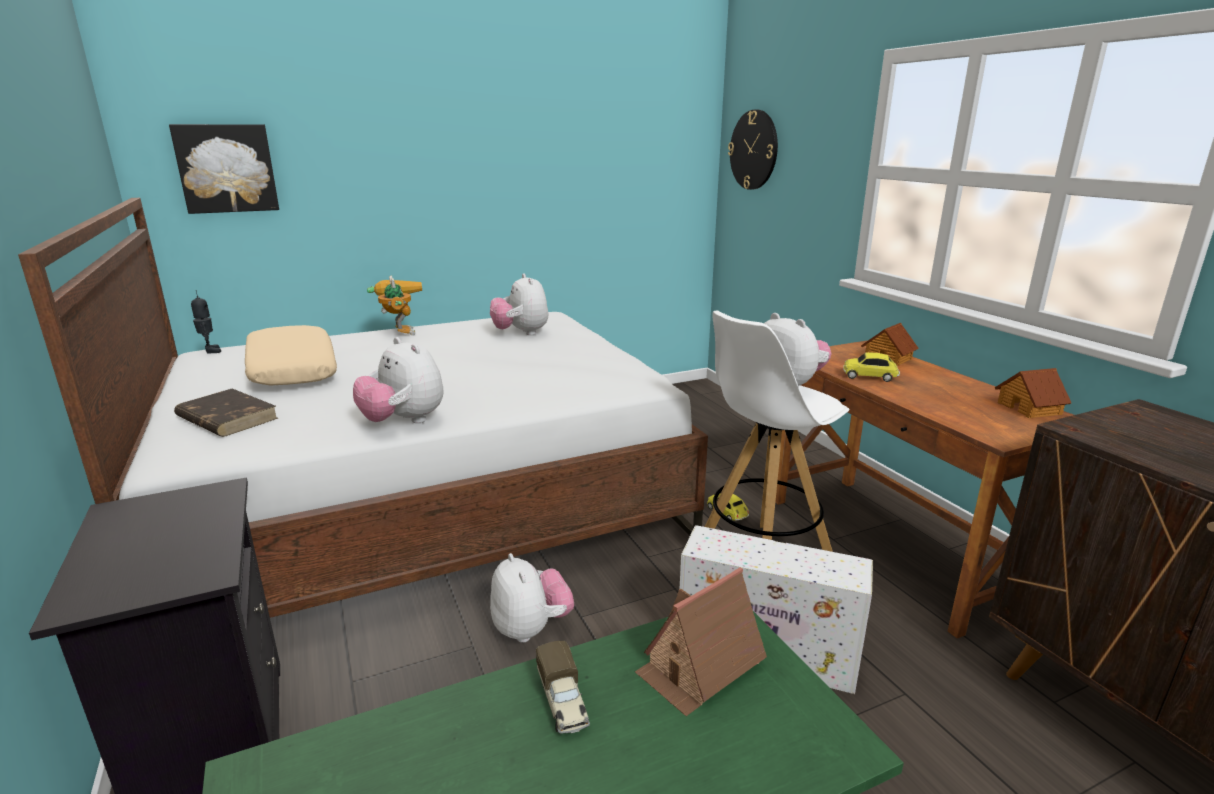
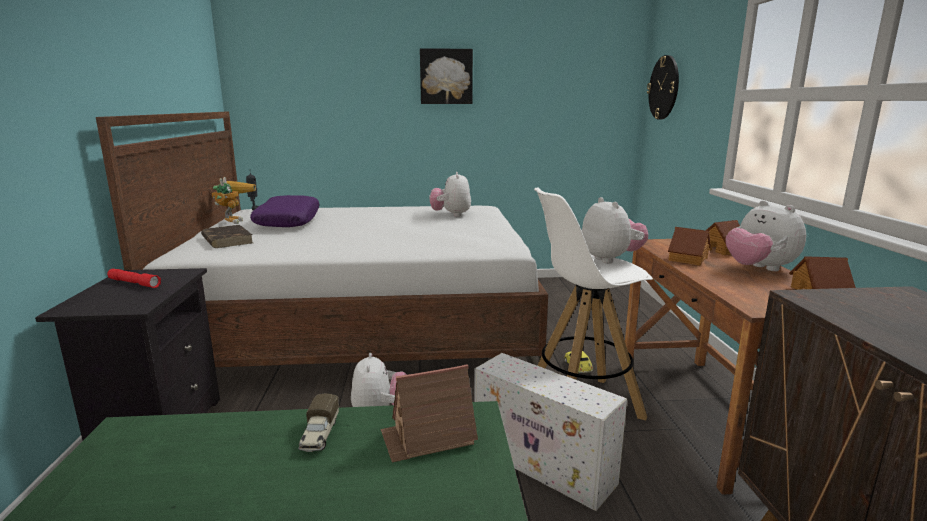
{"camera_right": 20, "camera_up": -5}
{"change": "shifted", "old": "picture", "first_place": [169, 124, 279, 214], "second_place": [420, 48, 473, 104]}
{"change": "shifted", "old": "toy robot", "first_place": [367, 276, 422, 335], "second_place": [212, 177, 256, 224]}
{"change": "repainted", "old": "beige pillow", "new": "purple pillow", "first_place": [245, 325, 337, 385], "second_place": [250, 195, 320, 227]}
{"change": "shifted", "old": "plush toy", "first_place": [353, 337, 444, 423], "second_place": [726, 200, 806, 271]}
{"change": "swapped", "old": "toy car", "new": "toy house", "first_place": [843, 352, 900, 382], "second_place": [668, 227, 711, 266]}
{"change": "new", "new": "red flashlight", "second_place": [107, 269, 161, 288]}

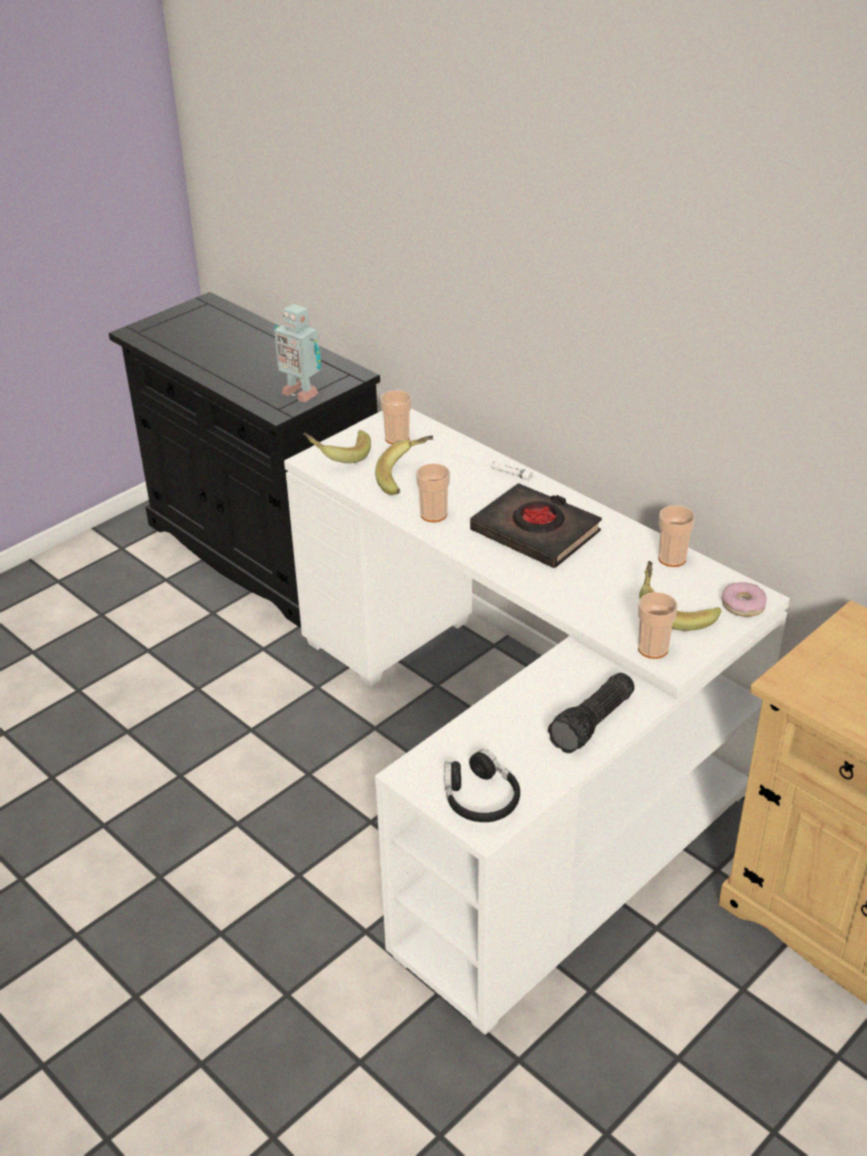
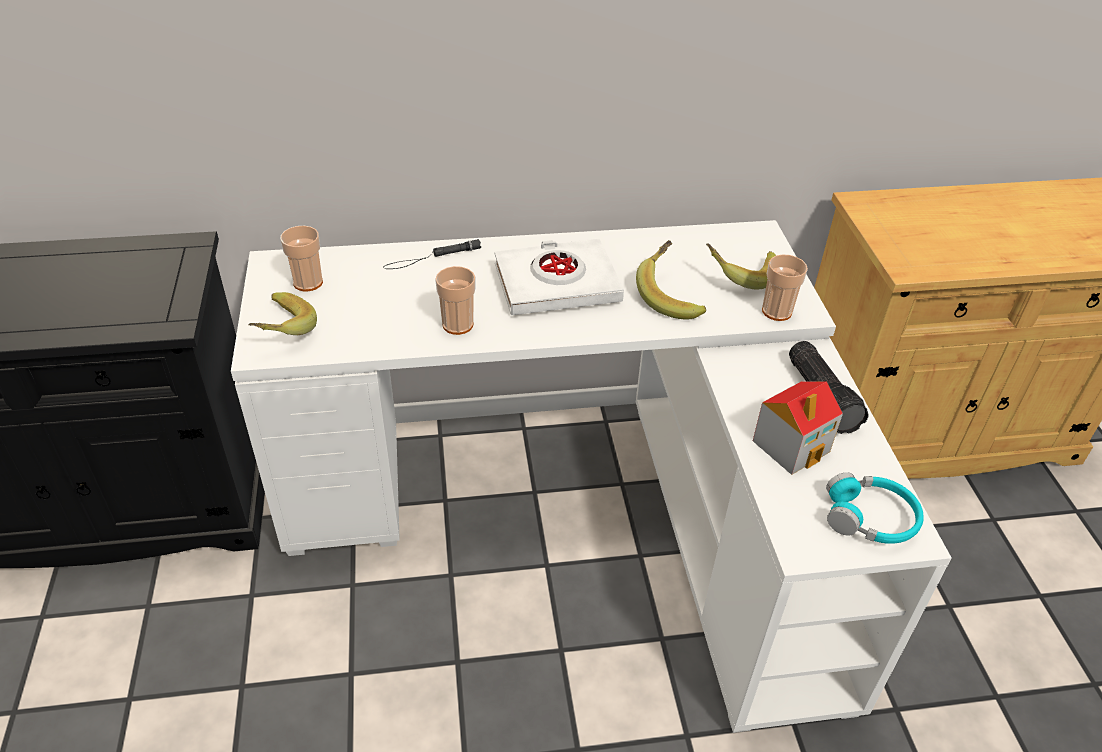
{"camera_right": -55, "camera_up": 5}
{"change": "gone", "old": "toy robot", "first_place": [274, 304, 321, 402]}
{"change": "shifted", "old": "banana", "first_place": [375, 436, 433, 495], "second_place": [636, 240, 706, 319]}
{"change": "repainted", "old": "white flashlight", "new": "black flashlight", "first_place": [451, 455, 533, 481], "second_place": [383, 239, 481, 269]}
{"change": "repainted", "old": "black book", "new": "white book", "first_place": [470, 483, 602, 568], "second_place": [495, 238, 624, 315]}
{"change": "gone", "old": "cup", "first_place": [658, 505, 695, 567]}
{"change": "gone", "old": "donut", "first_place": [722, 582, 767, 617]}
{"change": "repainted", "old": "black headphones", "new": "turquoise headphones", "first_place": [444, 749, 520, 822], "second_place": [826, 472, 924, 544]}
{"change": "new", "new": "toy house", "second_place": [753, 381, 843, 475]}

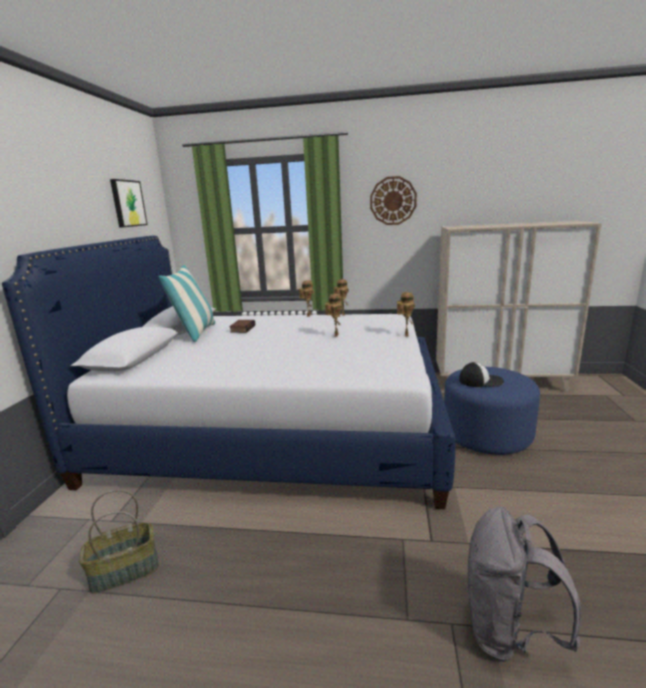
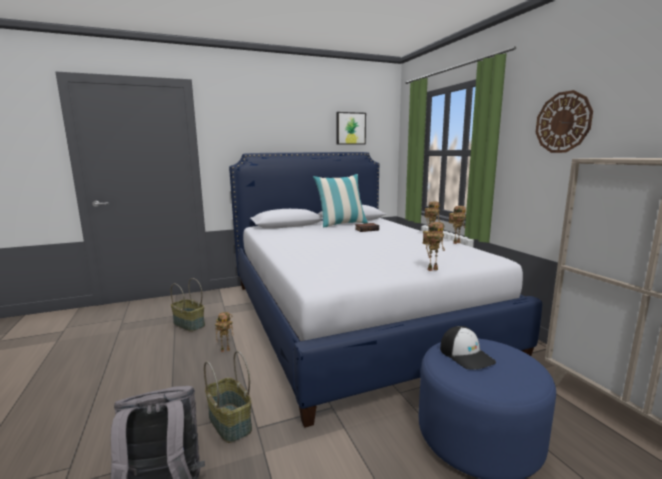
{"camera_right": 60, "camera_up": -5}
{"change": "shifted", "old": "toy robot", "first_place": [325, 294, 343, 337], "second_place": [215, 312, 234, 352]}
{"change": "new", "new": "basket", "second_place": [204, 351, 252, 443]}

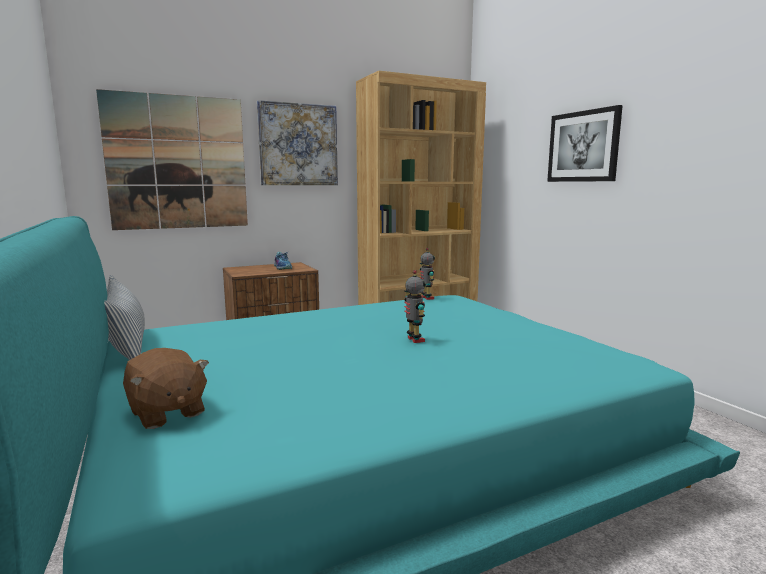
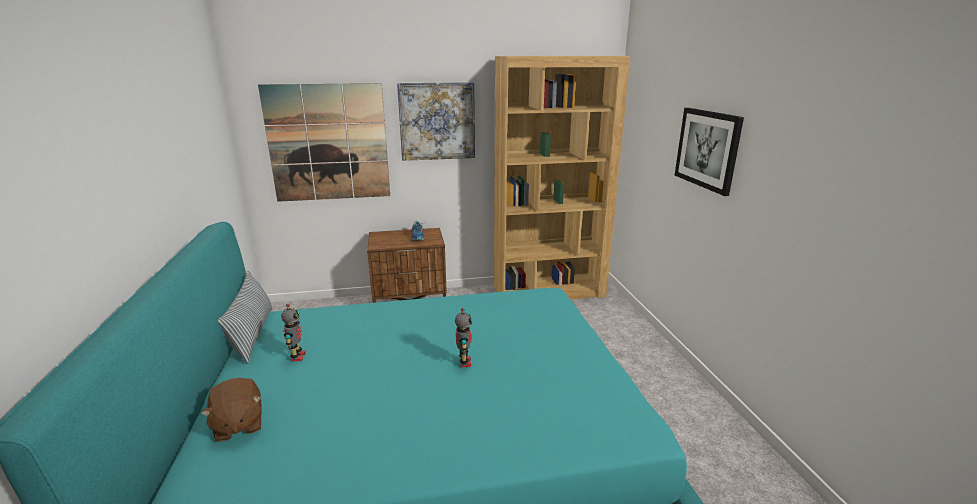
{"camera_right": 15, "camera_up": 10}
{"change": "shifted", "old": "toy robot", "first_place": [420, 248, 435, 300], "second_place": [281, 304, 306, 361]}

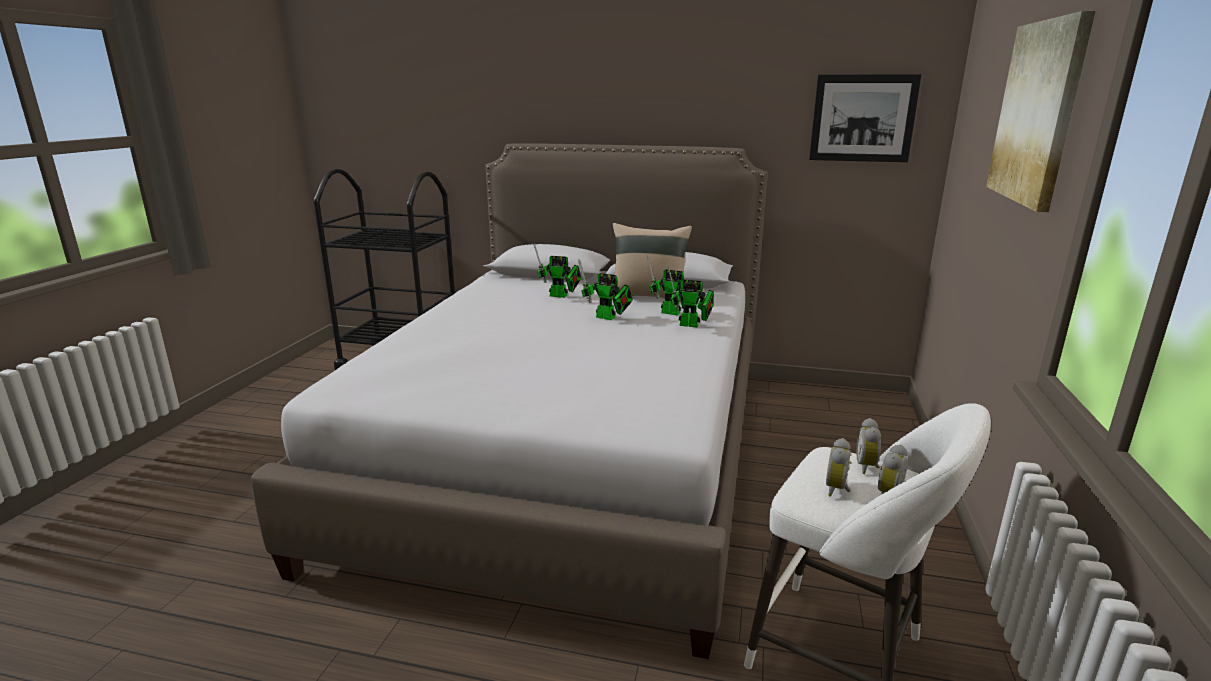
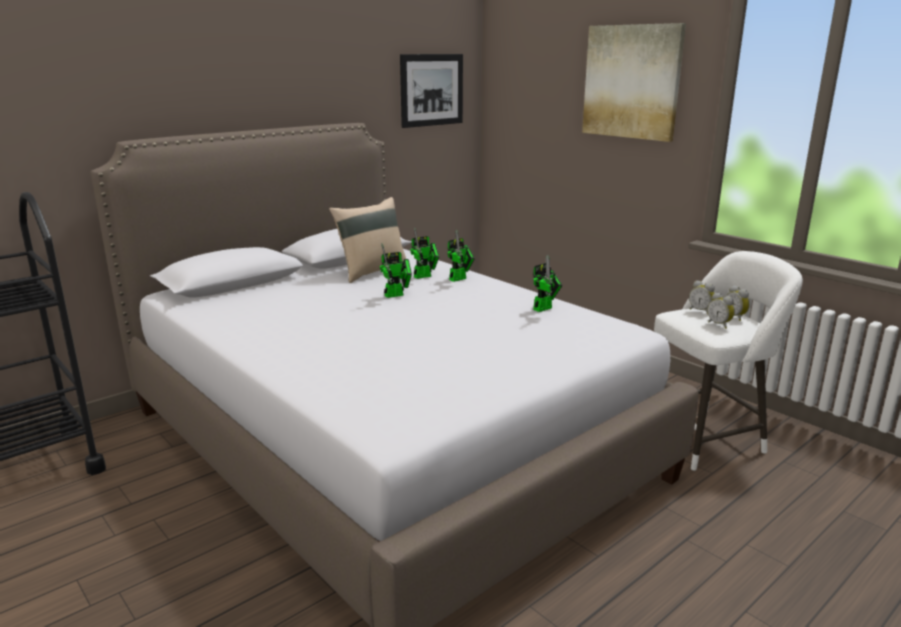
{"camera_right": -55, "camera_up": 0}
{"change": "shifted", "old": "toy robot", "first_place": [534, 244, 581, 298], "second_place": [533, 255, 562, 312]}

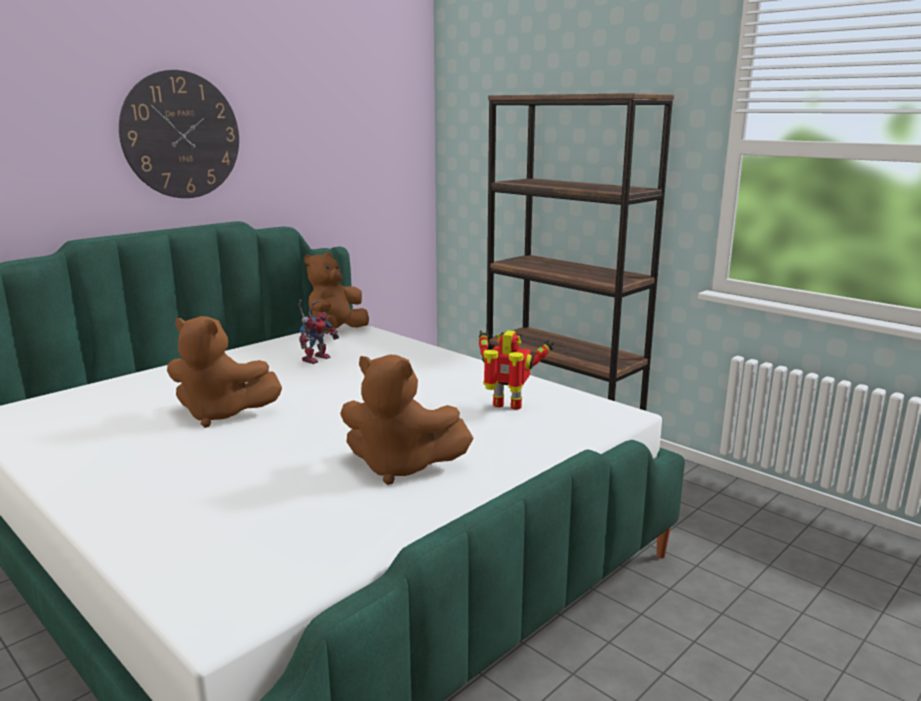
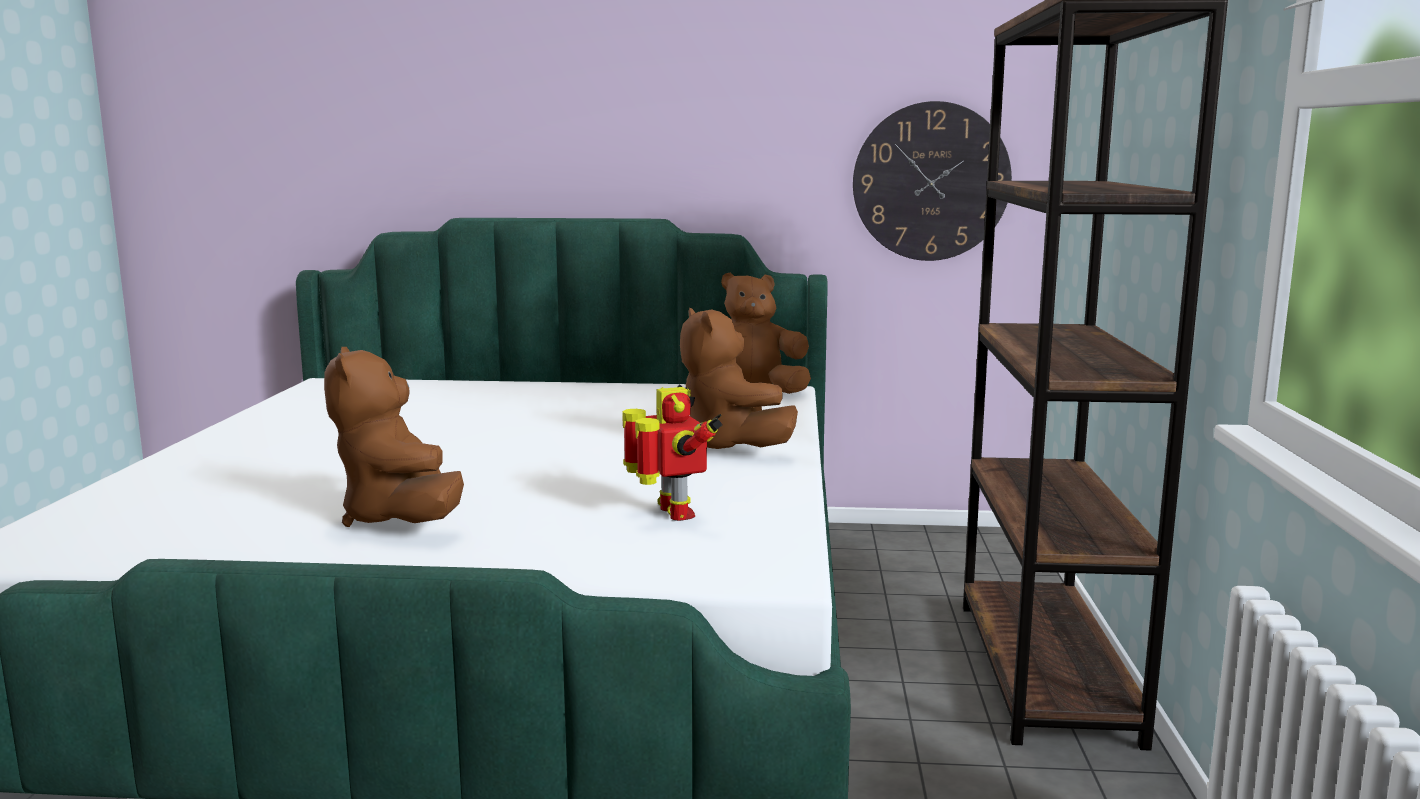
{"camera_right": 50, "camera_up": -5}
{"change": "shifted", "old": "wall clock", "first_place": [119, 70, 239, 198], "second_place": [853, 101, 1012, 261]}
{"change": "gone", "old": "toy robot", "first_place": [298, 300, 339, 364]}
{"change": "shifted", "old": "brown plush toy", "first_place": [167, 316, 282, 428], "second_place": [680, 308, 798, 449]}

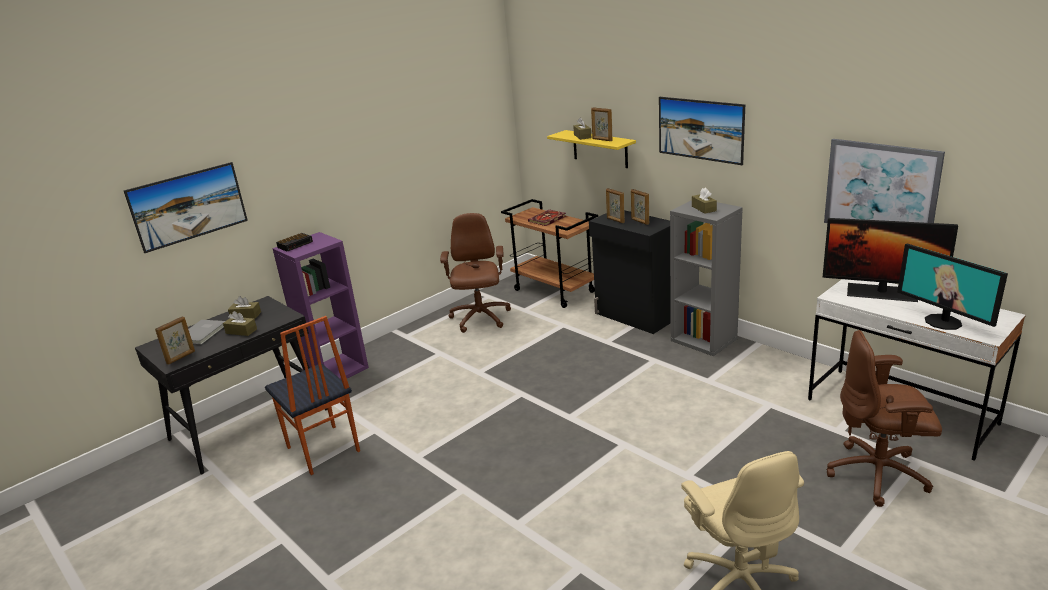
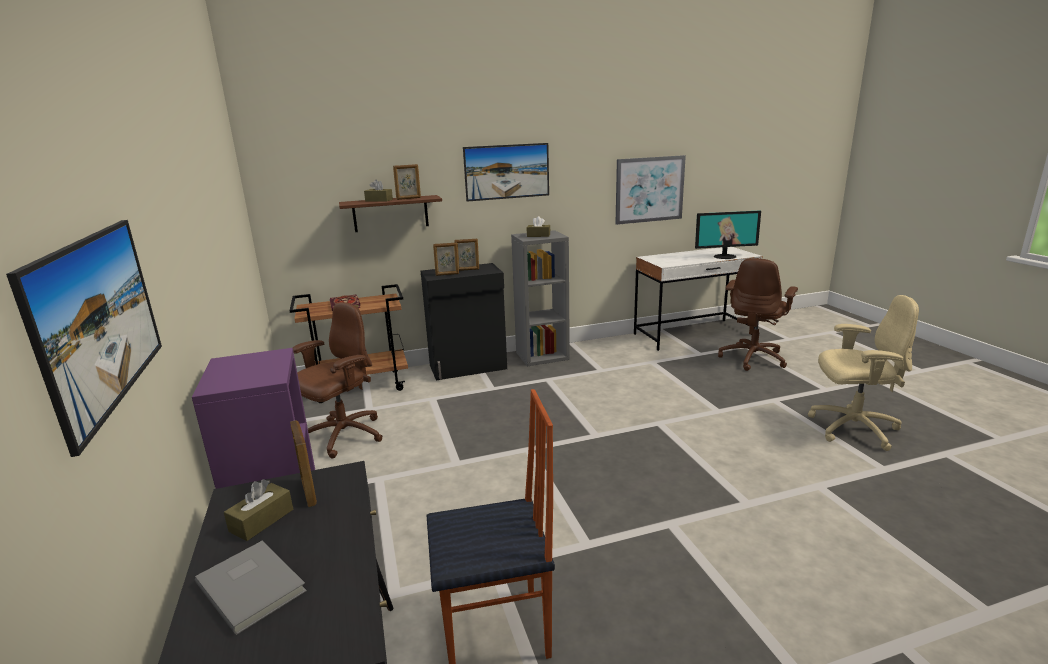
{"camera_right": -65, "camera_up": -5}
{"change": "repainted", "old": "yellow shelf", "new": "brown shelf", "first_place": [547, 130, 636, 168], "second_place": [339, 195, 442, 232]}
{"change": "rotated", "old": "brown office chair", "first_place": [440, 213, 511, 333], "second_place": [293, 302, 383, 458], "degrees": 105}
{"change": "gone", "old": "monitor", "first_place": [823, 218, 958, 302]}
{"change": "gone", "old": "alarm clock", "first_place": [276, 233, 313, 252]}
{"change": "gone", "old": "brown tissue box", "first_place": [223, 311, 257, 336]}
{"change": "shifted", "old": "picture frame", "first_place": [155, 316, 195, 365], "second_place": [290, 420, 317, 507]}

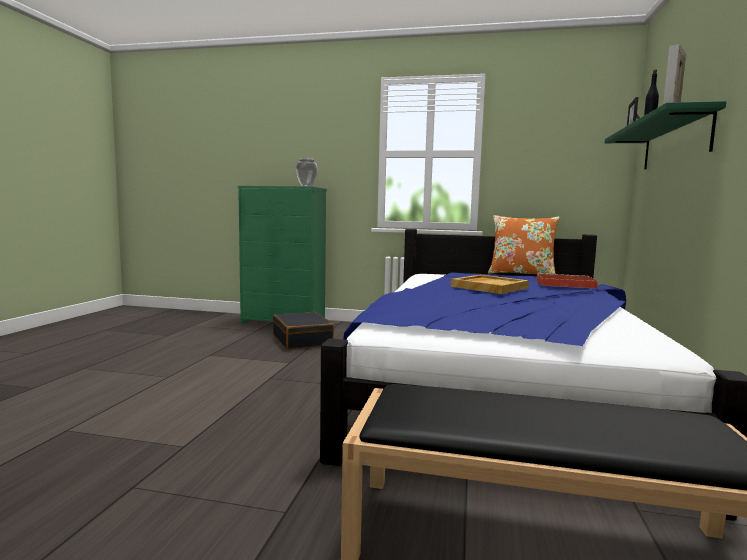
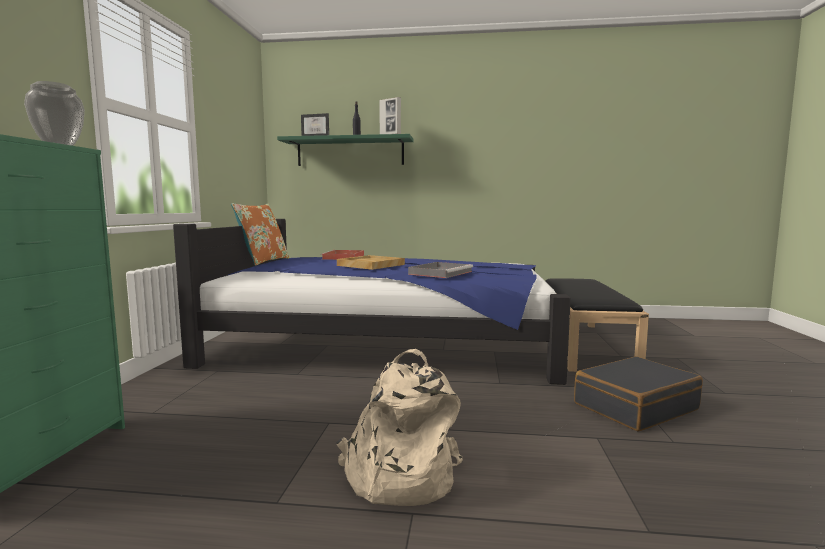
{"camera_right": -95, "camera_up": 0}
{"change": "shifted", "old": "black suitcase", "first_place": [273, 312, 334, 349], "second_place": [574, 356, 703, 431]}
{"change": "new", "new": "grey tray", "second_place": [408, 262, 473, 278]}
{"change": "new", "new": "beige backpack", "second_place": [337, 349, 463, 506]}

